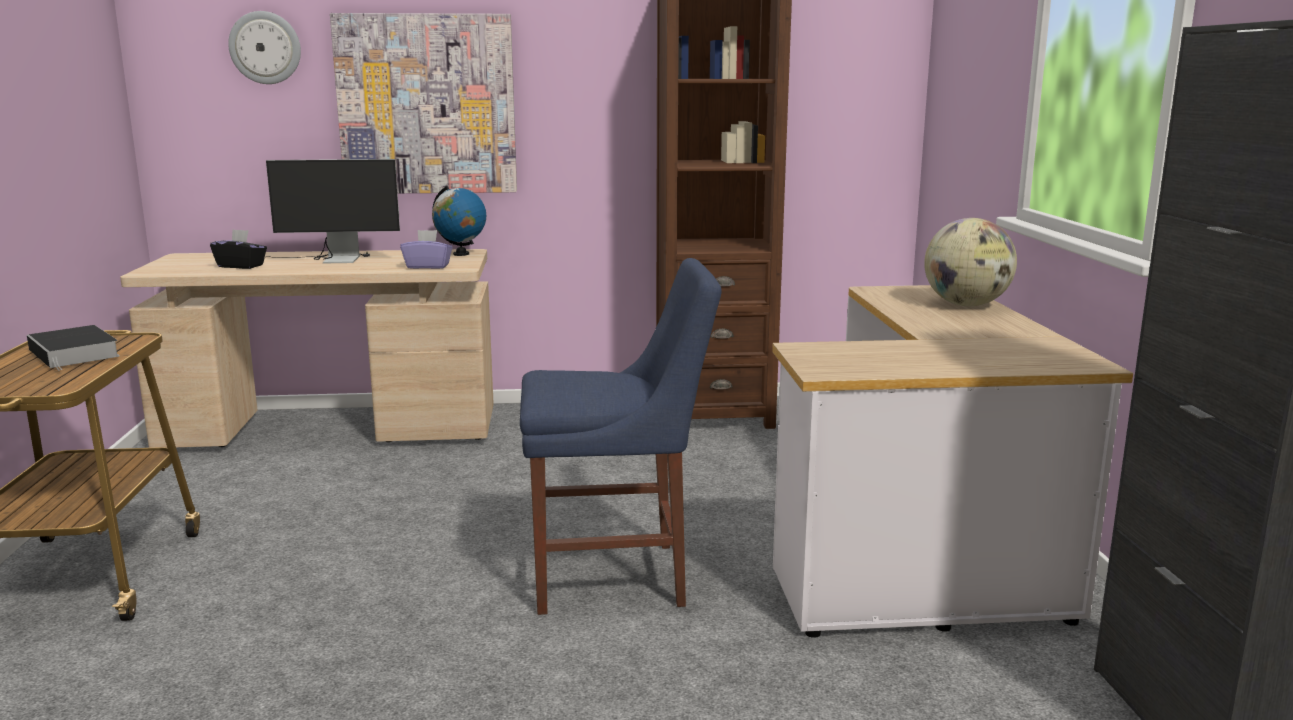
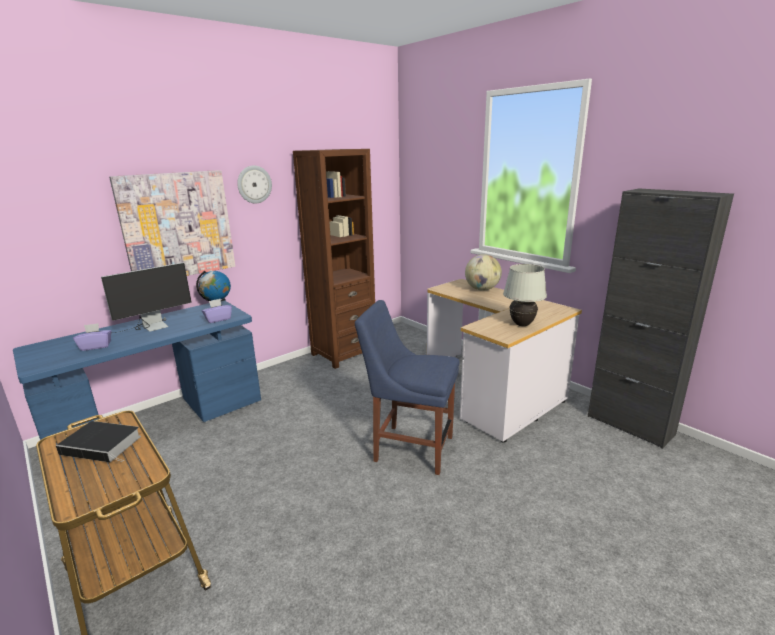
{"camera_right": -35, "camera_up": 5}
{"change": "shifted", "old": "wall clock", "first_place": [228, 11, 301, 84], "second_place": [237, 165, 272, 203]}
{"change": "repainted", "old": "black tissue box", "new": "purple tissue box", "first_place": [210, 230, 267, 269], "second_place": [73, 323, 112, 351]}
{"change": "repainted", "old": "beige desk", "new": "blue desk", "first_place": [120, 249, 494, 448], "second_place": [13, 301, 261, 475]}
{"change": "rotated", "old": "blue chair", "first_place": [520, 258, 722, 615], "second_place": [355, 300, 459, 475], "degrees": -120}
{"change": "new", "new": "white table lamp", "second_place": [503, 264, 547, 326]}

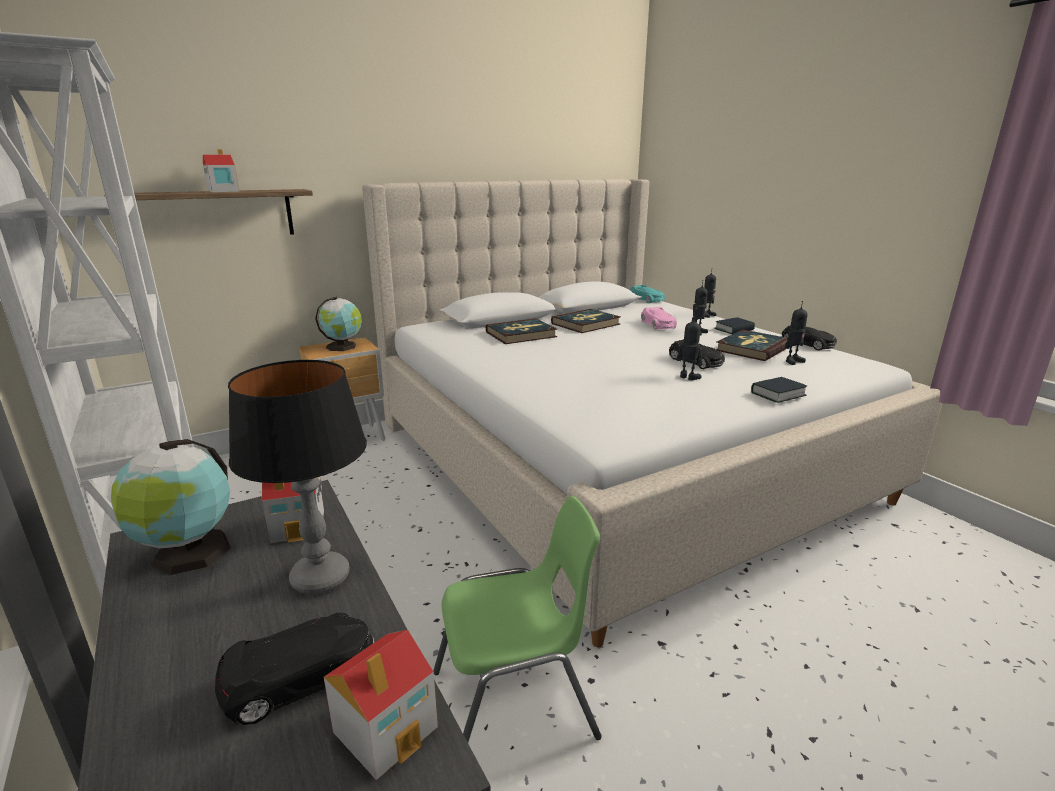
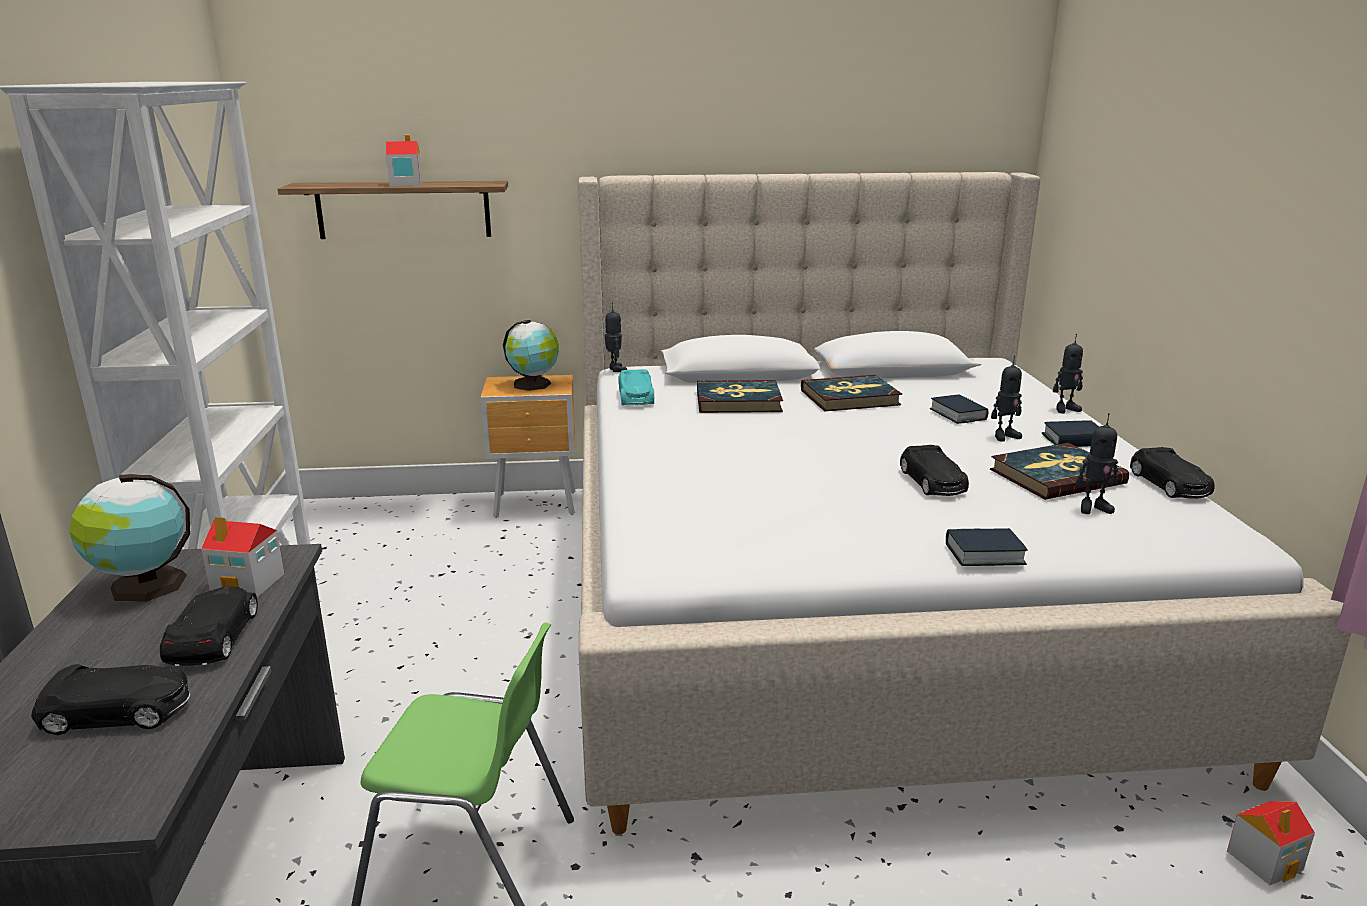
{"camera_right": 25, "camera_up": 0}
{"change": "shifted", "old": "turquoise toy car", "first_place": [630, 285, 665, 303], "second_place": [618, 369, 654, 405]}
{"change": "swapped", "old": "pink toy car", "new": "book", "first_place": [641, 307, 677, 330], "second_place": [930, 394, 988, 424]}
{"change": "shifted", "old": "toy robot", "first_place": [676, 313, 702, 380], "second_place": [605, 303, 627, 372]}
{"change": "swapped", "old": "table lamp", "new": "black toy car", "first_place": [228, 360, 367, 595], "second_place": [160, 586, 258, 666]}
{"change": "shifted", "old": "toy house", "first_place": [324, 630, 438, 780], "second_place": [1227, 801, 1315, 885]}

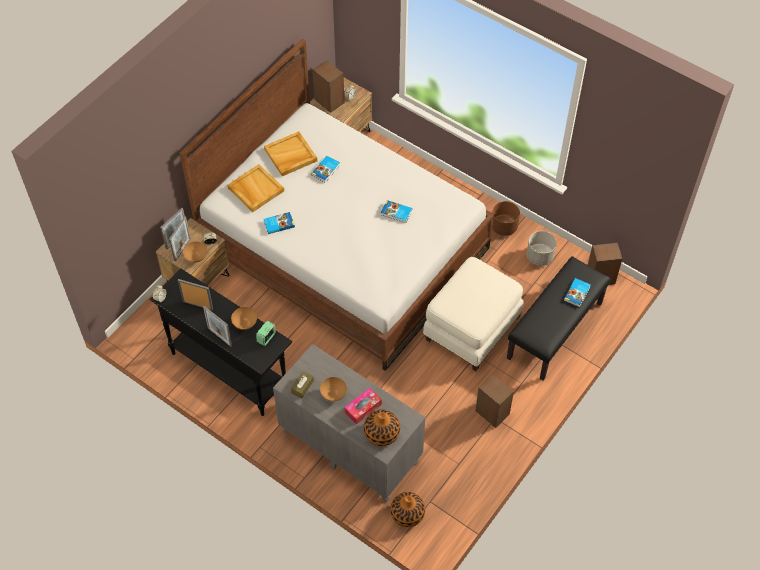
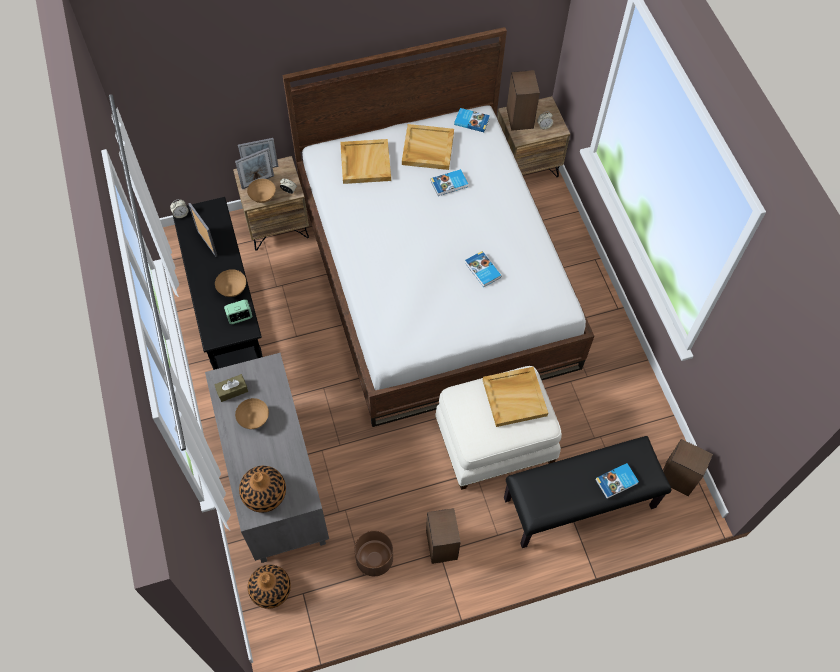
{"camera_right": 35, "camera_up": 5}
{"change": "shifted", "old": "brown planter", "first_place": [492, 201, 520, 236], "second_place": [354, 531, 393, 576]}
{"change": "shifted", "old": "book", "first_place": [264, 212, 295, 234], "second_place": [454, 108, 490, 132]}
{"change": "gone", "old": "grey planter", "first_place": [527, 231, 557, 266]}
{"change": "gone", "old": "picture frame", "first_place": [203, 306, 232, 347]}
{"change": "gone", "old": "tissue box", "first_place": [345, 388, 382, 424]}
{"change": "new", "new": "beige tray", "second_place": [483, 367, 548, 427]}

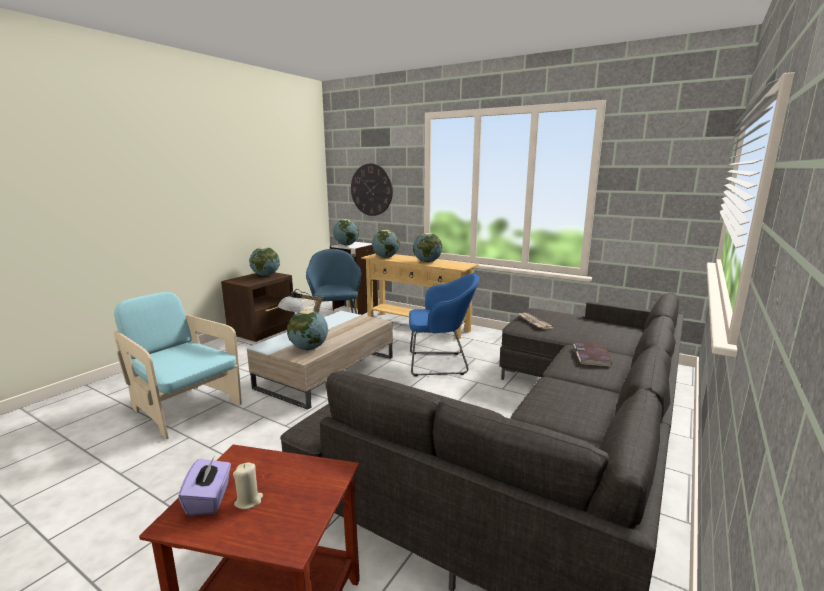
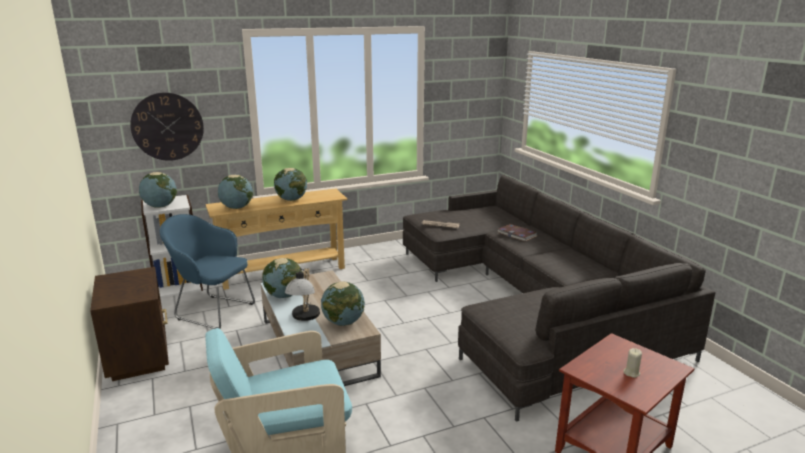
{"camera_right": -55, "camera_up": 5}
{"change": "shifted", "old": "globe", "first_place": [249, 247, 280, 276], "second_place": [262, 258, 302, 298]}
{"change": "gone", "old": "blue armchair", "first_place": [409, 273, 479, 377]}
{"change": "gone", "old": "purple tissue box", "first_place": [178, 457, 231, 516]}

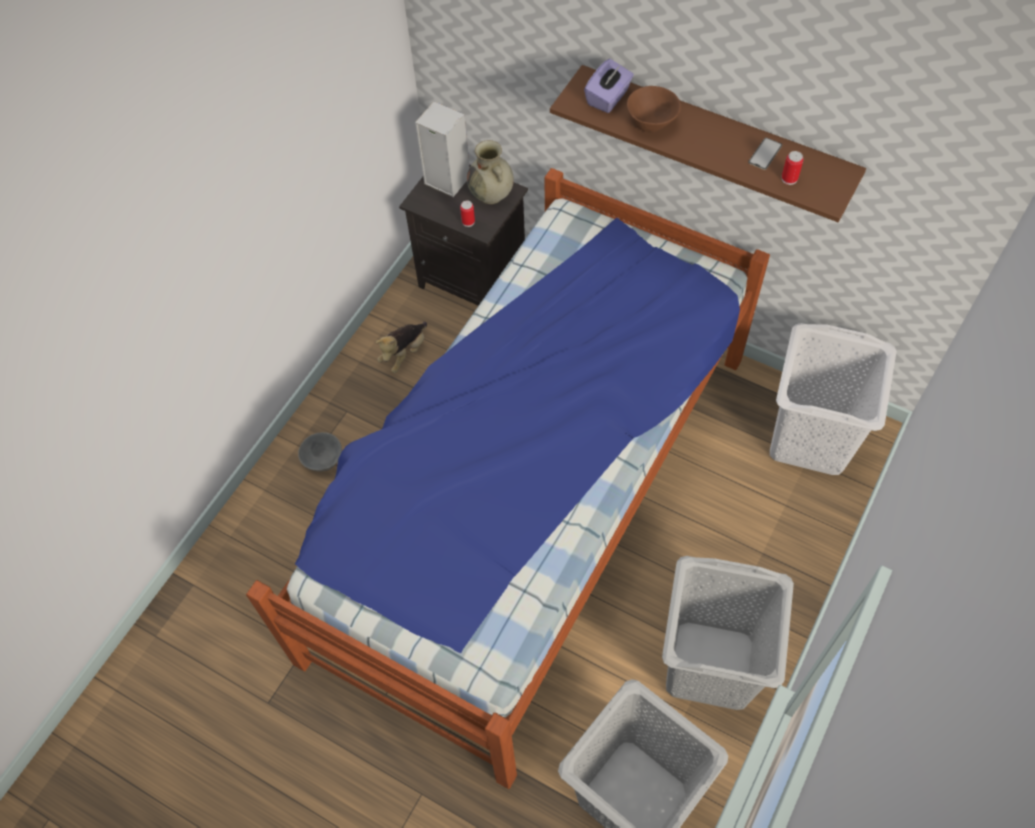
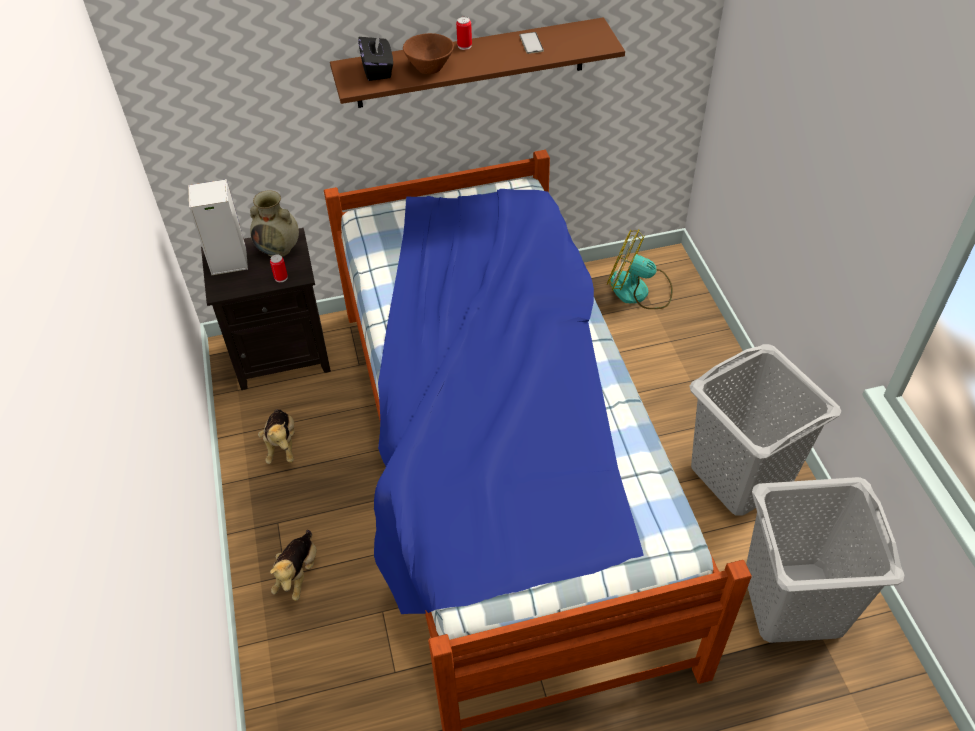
{"camera_right": -45, "camera_up": -10}
{"change": "repainted", "old": "purple tissue box", "new": "black tissue box", "first_place": [584, 59, 634, 113], "second_place": [358, 34, 393, 81]}
{"change": "shifted", "old": "can", "first_place": [782, 151, 803, 185], "second_place": [456, 17, 472, 50]}
{"change": "swapped", "old": "white laundry basket", "new": "fan", "first_place": [770, 323, 897, 475], "second_place": [607, 230, 673, 309]}
{"change": "swapped", "old": "grey bowl", "new": "plush toy", "first_place": [298, 432, 342, 471], "second_place": [270, 530, 317, 601]}

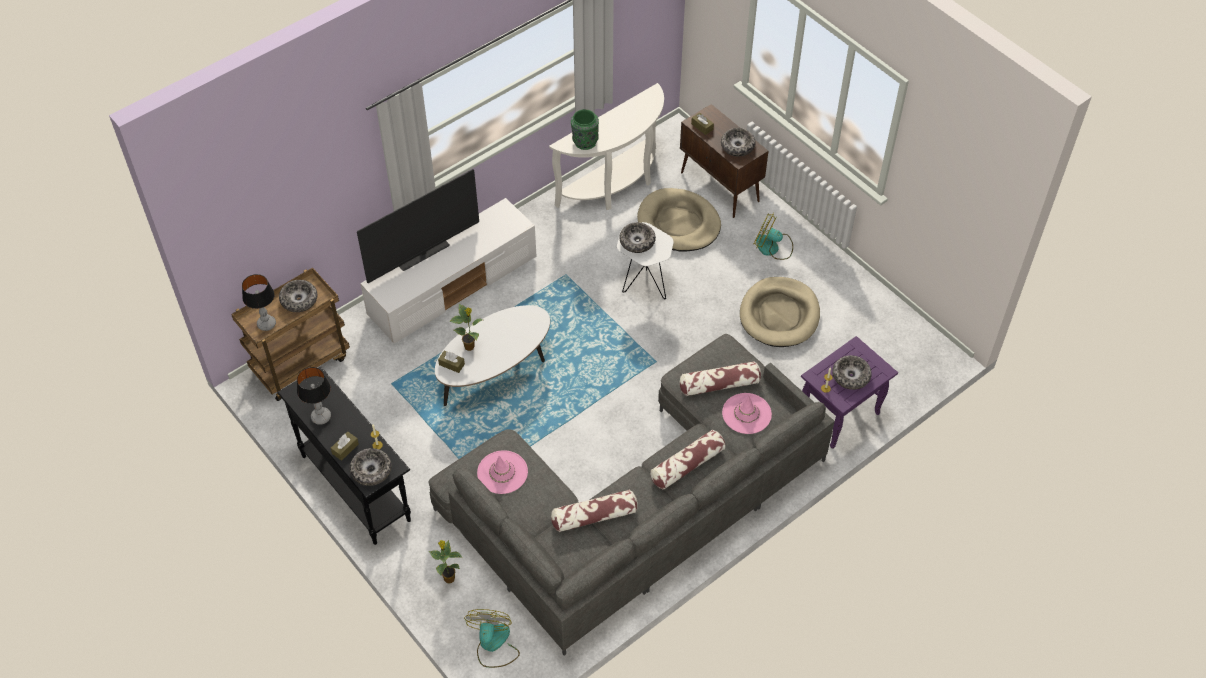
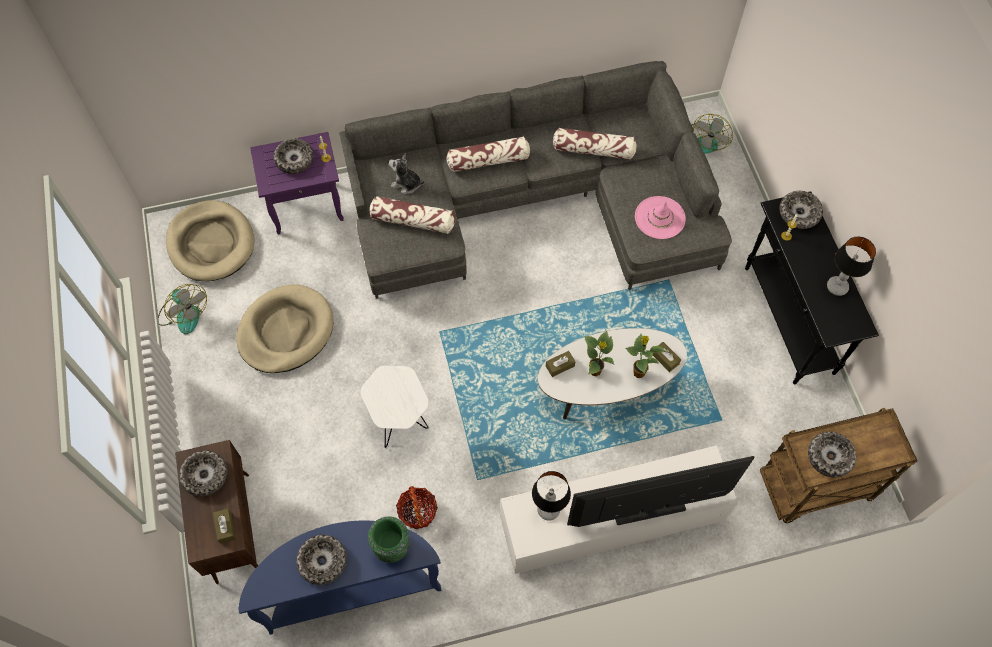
{"camera_right": -155, "camera_up": 10}
{"change": "repainted", "old": "white console table", "new": "blue console table", "first_place": [549, 83, 664, 210], "second_place": [239, 521, 442, 635]}
{"change": "shifted", "old": "beige dog bed", "first_place": [637, 188, 721, 252], "second_place": [166, 200, 255, 281]}
{"change": "shifted", "old": "fan", "first_place": [753, 213, 793, 260], "second_place": [158, 284, 207, 334]}
{"change": "shifted", "old": "bowl", "first_place": [619, 222, 656, 253], "second_place": [296, 535, 347, 585]}
{"change": "shifted", "old": "table lamp", "first_place": [242, 274, 276, 331], "second_place": [532, 471, 571, 521]}
{"change": "swapped", "old": "pink hat", "new": "plush toy", "first_place": [722, 393, 772, 434], "second_place": [389, 153, 425, 194]}
{"change": "shifted", "old": "brown tissue box", "first_place": [331, 432, 359, 461], "second_place": [546, 351, 575, 377]}
{"change": "shifted", "old": "potted plant", "first_place": [429, 540, 463, 583], "second_place": [584, 331, 614, 376]}
{"change": "new", "new": "basket", "second_place": [396, 486, 438, 529]}

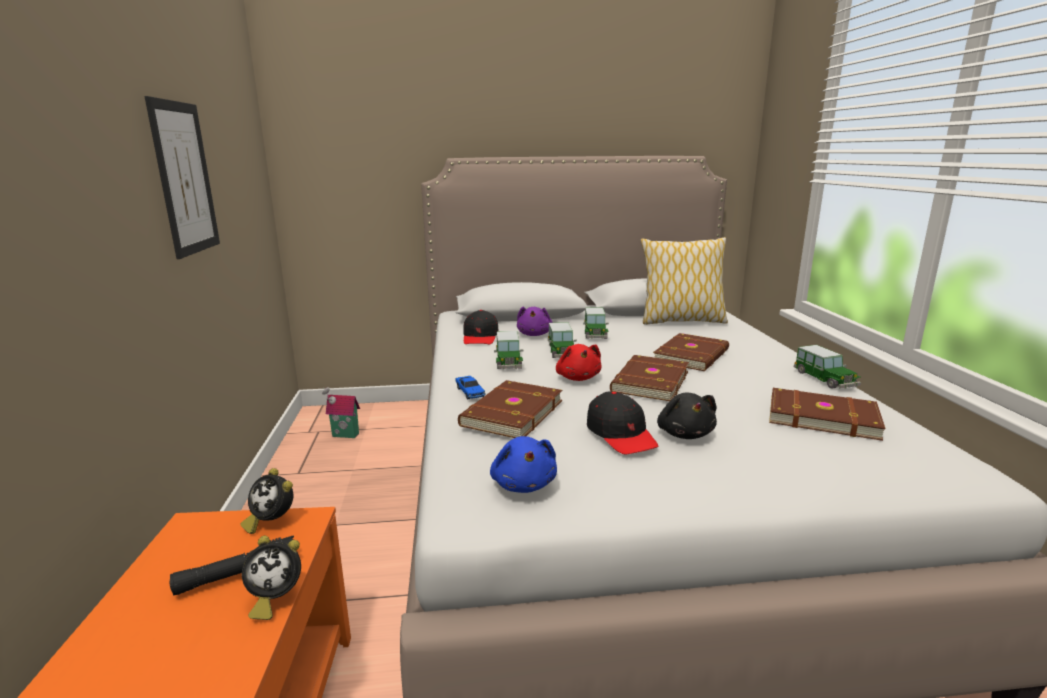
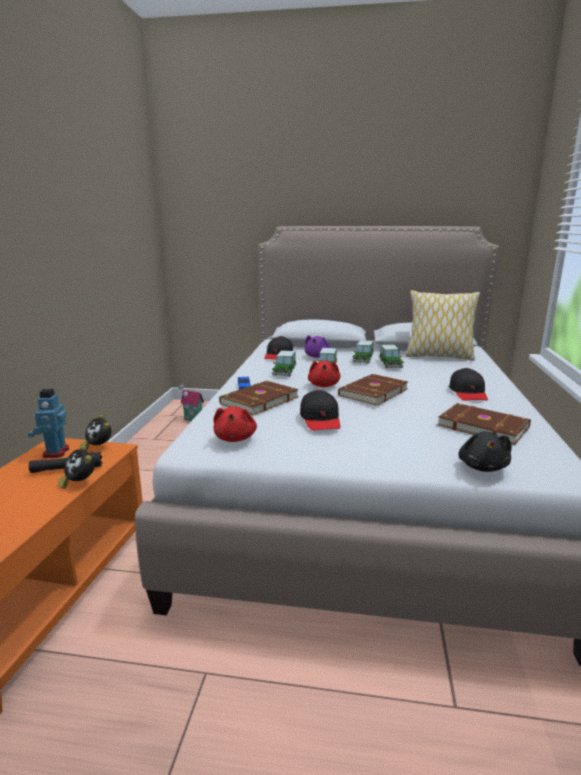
{"camera_right": 15, "camera_up": 0}
{"change": "gone", "old": "picture", "first_place": [145, 96, 220, 259]}
{"change": "gone", "old": "brown book", "first_place": [653, 333, 729, 371]}
{"change": "shifted", "old": "toy car", "first_place": [794, 345, 861, 389], "second_place": [379, 344, 404, 368]}
{"change": "shifted", "old": "black plush toy", "first_place": [657, 393, 717, 439], "second_place": [458, 431, 512, 472]}
{"change": "repainted", "old": "blue plush toy", "new": "red plush toy", "first_place": [490, 436, 557, 493], "second_place": [213, 406, 257, 442]}
{"change": "rotated", "old": "alarm clock", "first_place": [242, 536, 301, 620], "second_place": [58, 445, 95, 488], "degrees": 45}
{"change": "new", "new": "black cap", "second_place": [449, 368, 488, 401]}
{"change": "new", "new": "toy robot", "second_place": [28, 388, 69, 458]}

